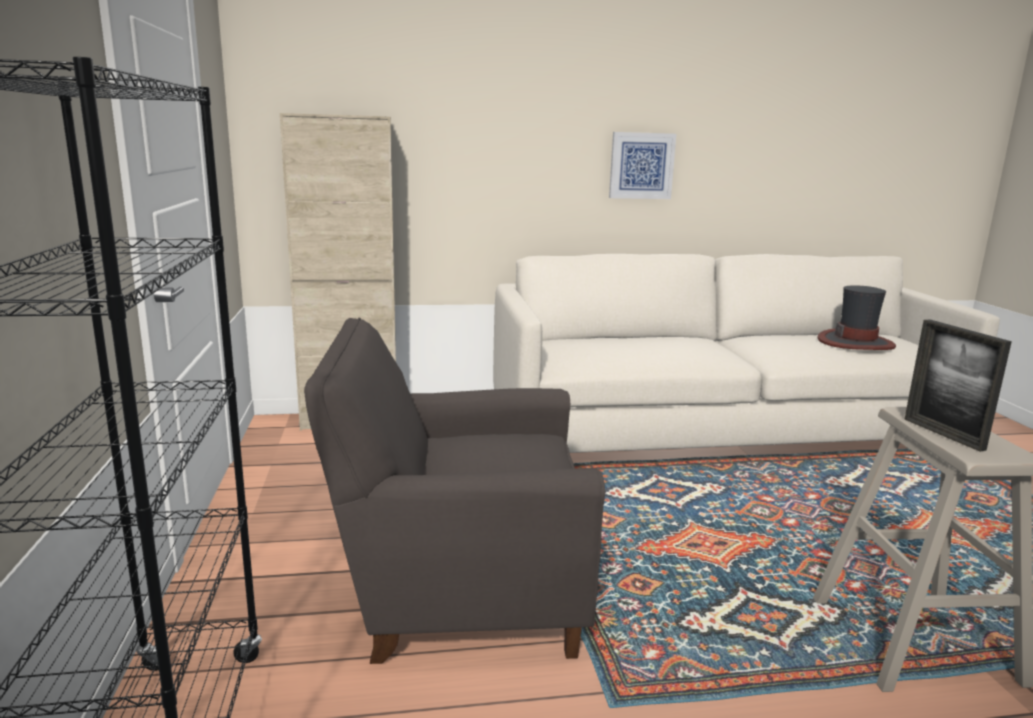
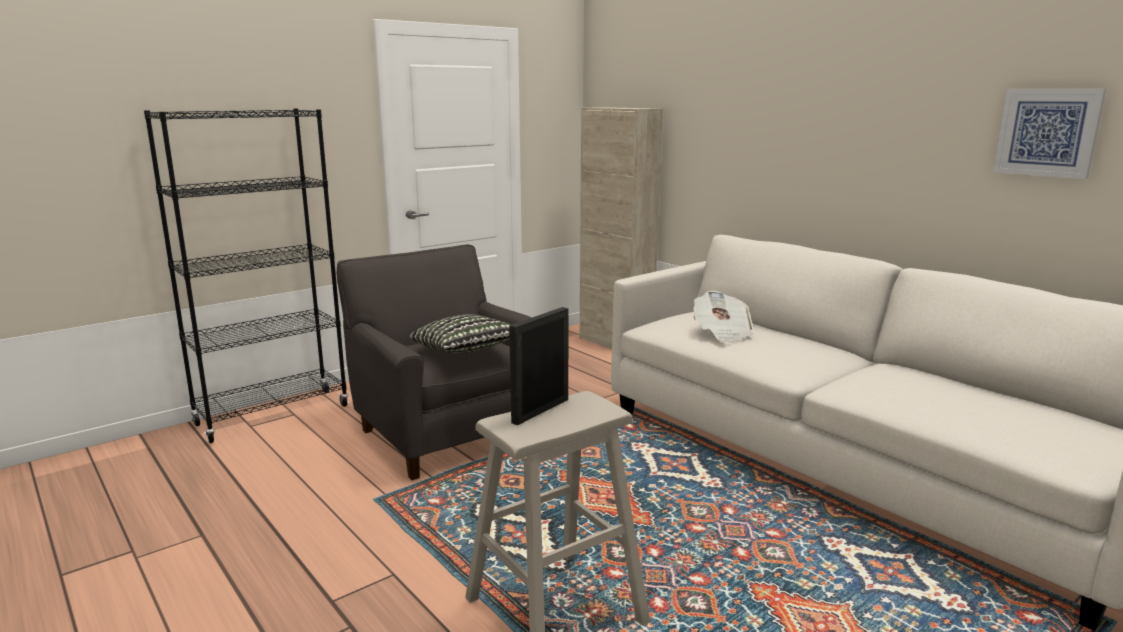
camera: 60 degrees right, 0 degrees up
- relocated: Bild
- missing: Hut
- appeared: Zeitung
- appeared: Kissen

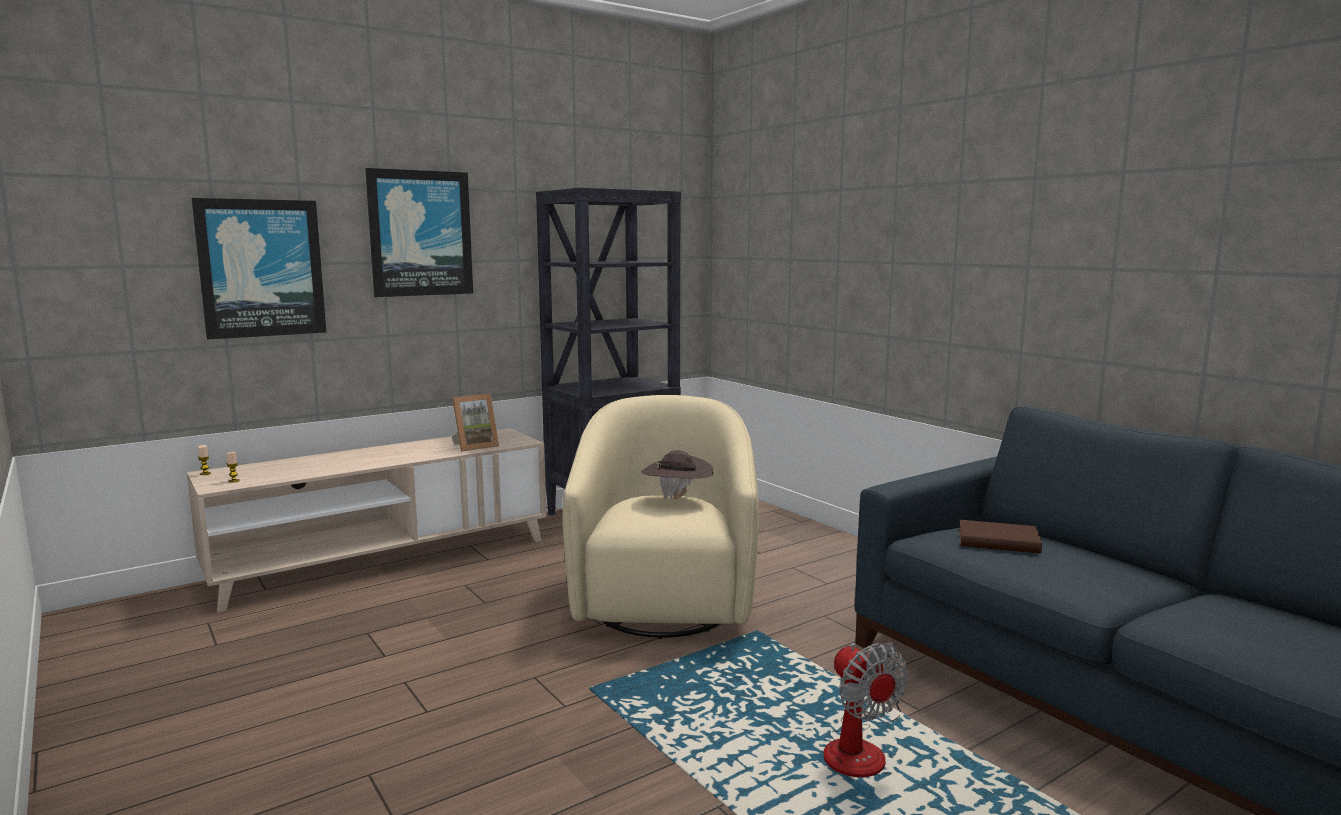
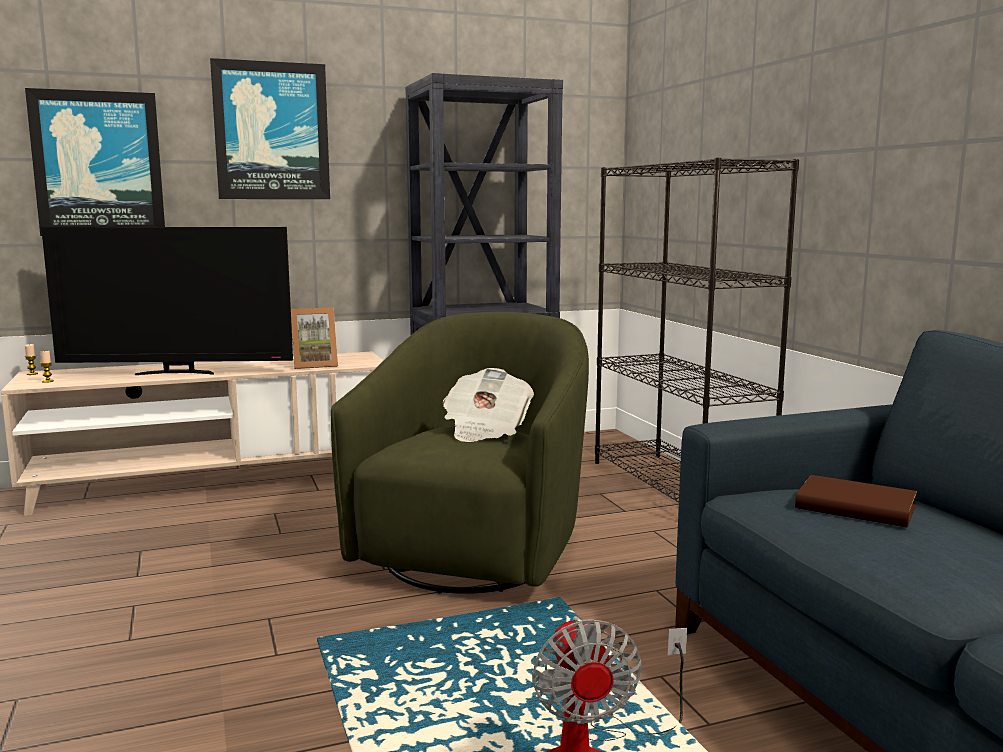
camera: 15 degrees right, 0 degrees up
- colour: Sessel [beige] to Sessel [grün]
- exchanged: Hut [braun] to Zeitung
- appeared: Bücherregal [schwarz] (no. 2 from left)
- appeared: Fernseher

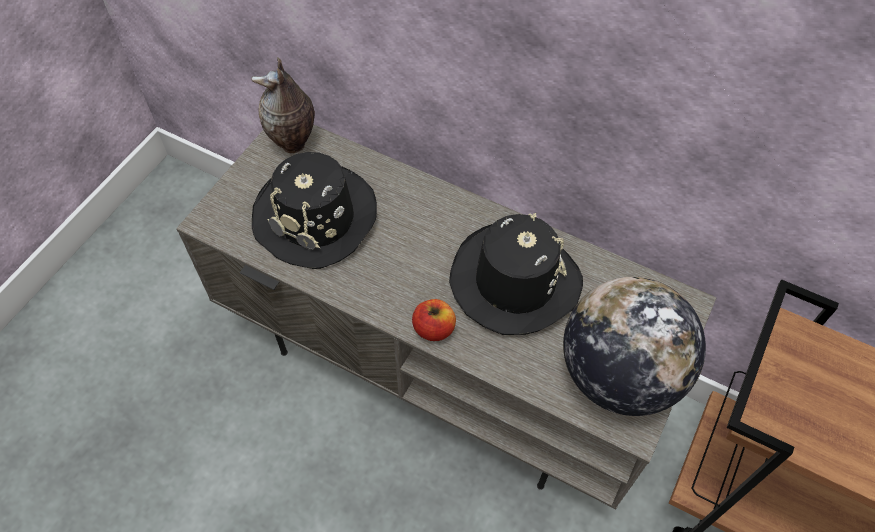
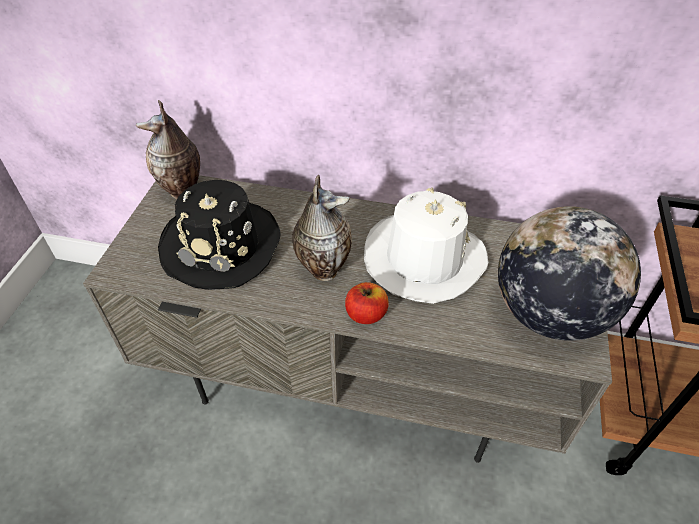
camera: 15 degrees left, 10 degrees down
- colour: Hut [schwarz] (no. 2 from left) to Hut [weiß]
- appeared: Vase (no. 2 from left)

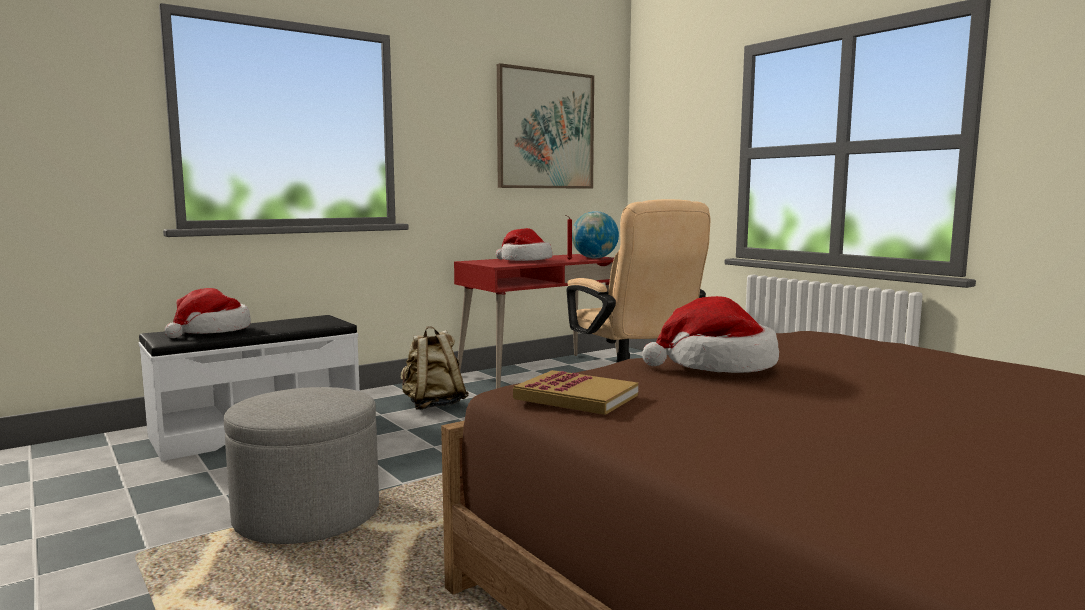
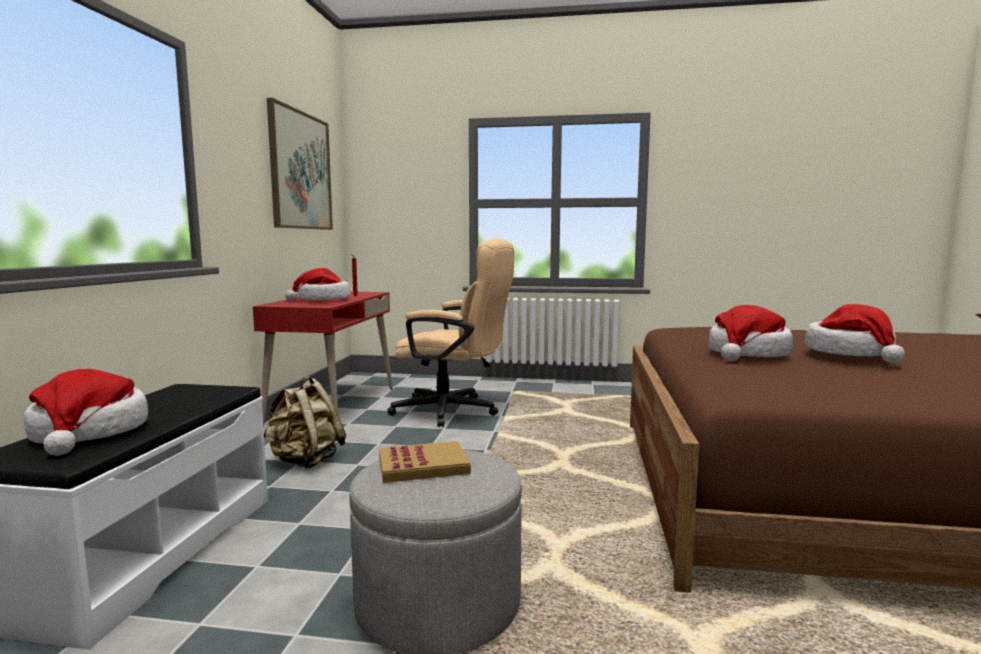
camera: 45 degrees left, 0 degrees up
- missing: Globus
- relocated: Buch
- appeared: Hut (no. 4 from left)

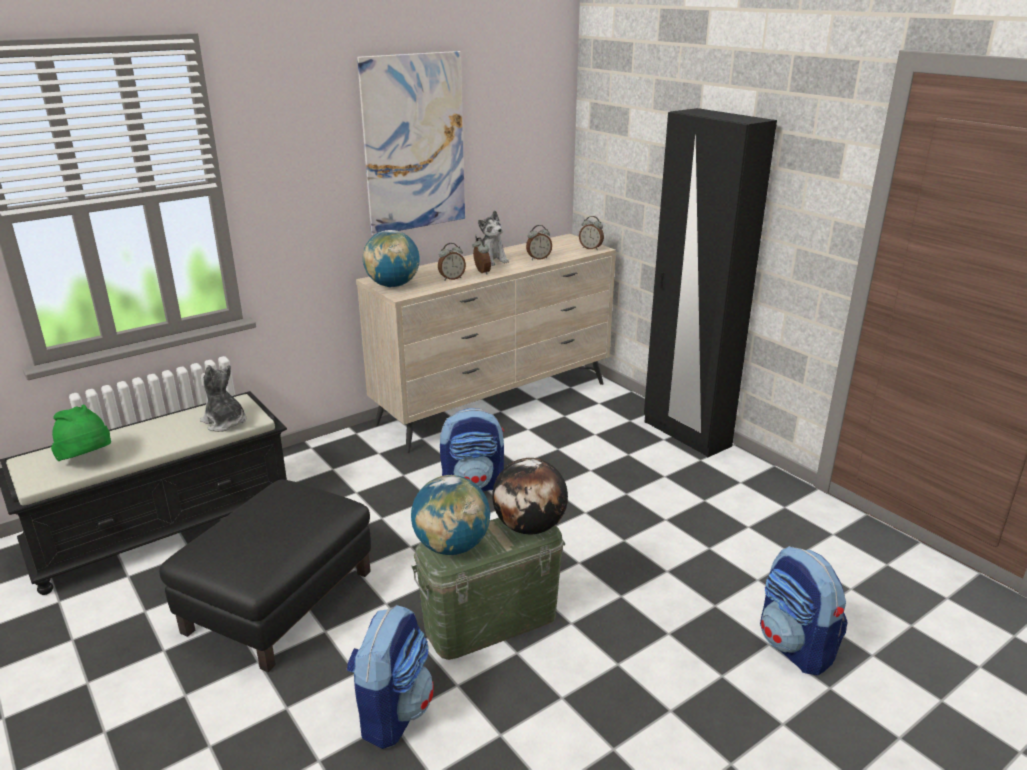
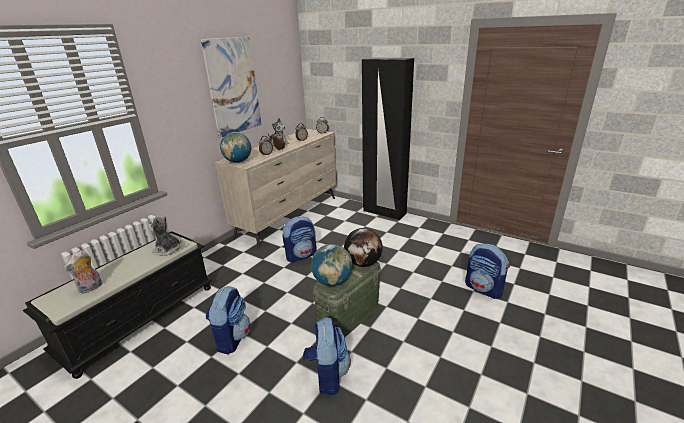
camera: 20 degrees left, 0 degrees up
- exchanged: Hut [grün] to Plüschtier (no. 1 from left)
- exchanged: Polsterhocker [schwarz] to Rucksack (no. 1 from left)

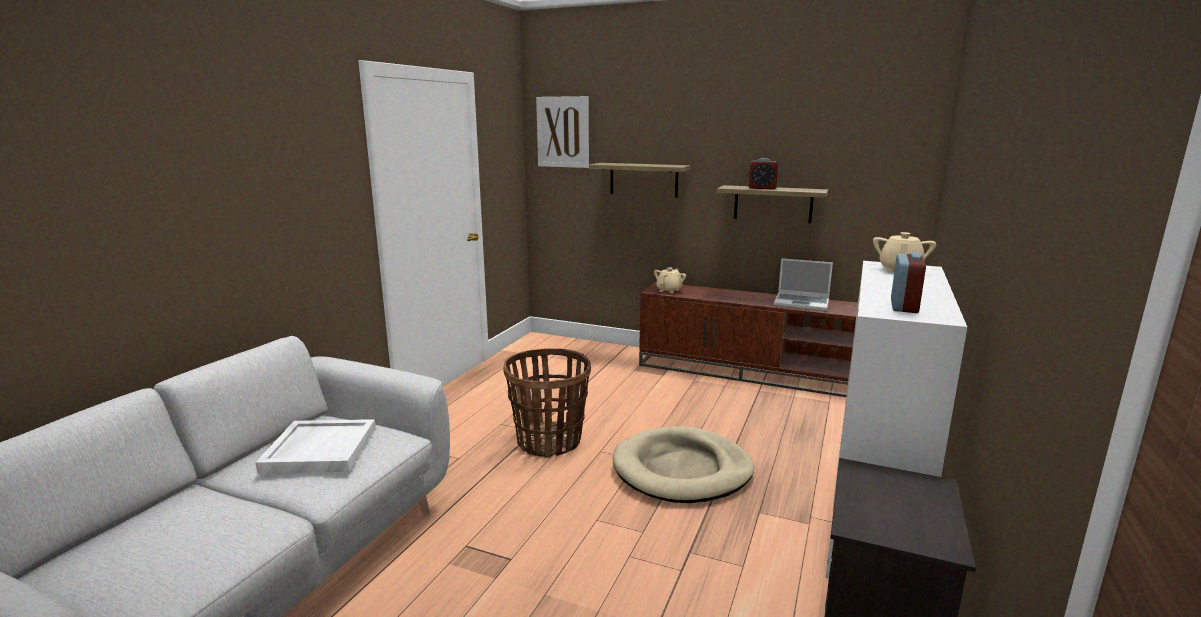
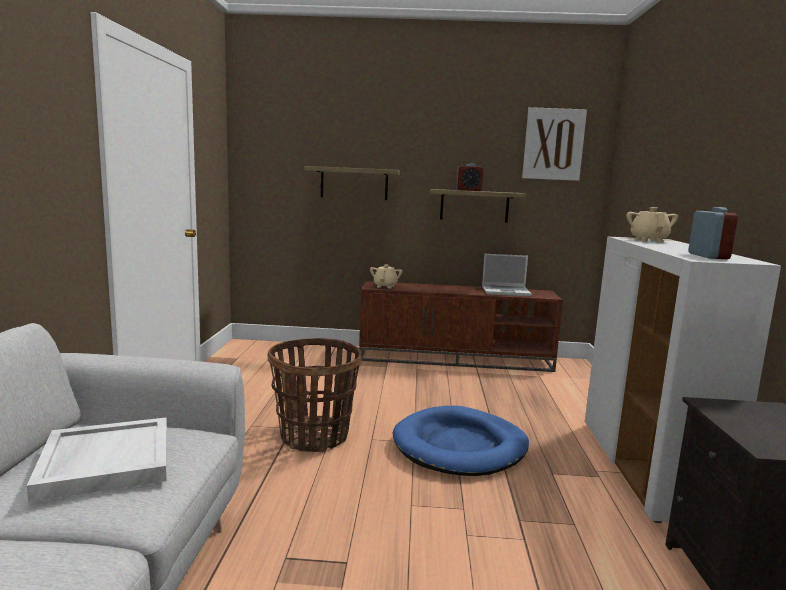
camera: 20 degrees left, 5 degrees down
- relocated: Bild
- colour: Hundebett [beige] to Hundebett [blau]

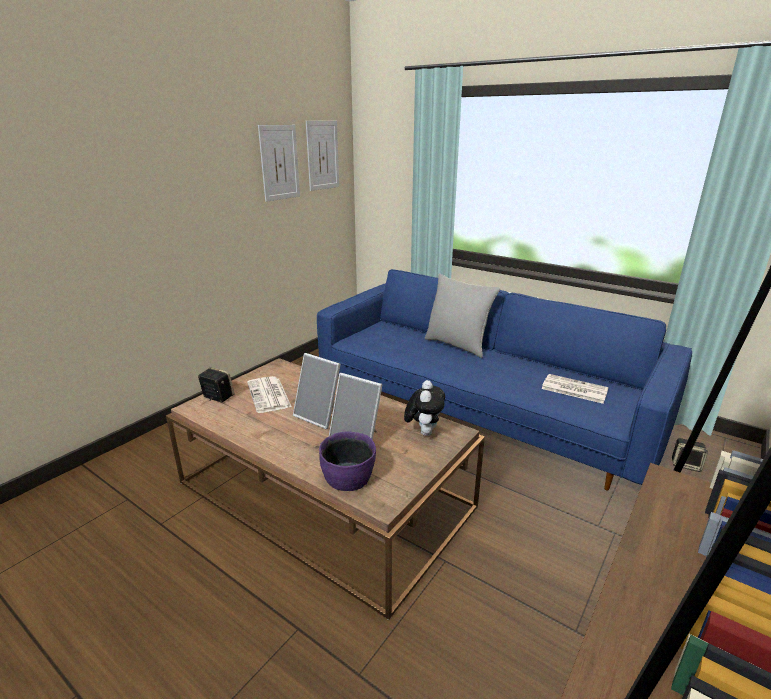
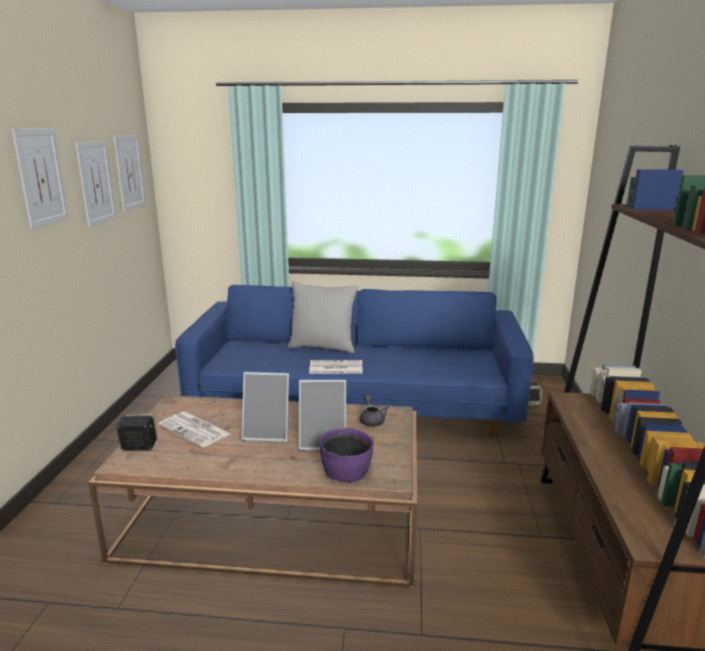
camera: 30 degrees left, 5 degrees down
- relocated: Zeitung (no. 2 from left)
- exchanged: Plüschtier to Teekanne [grau]
- appeared: Bild (no. 1 from left)

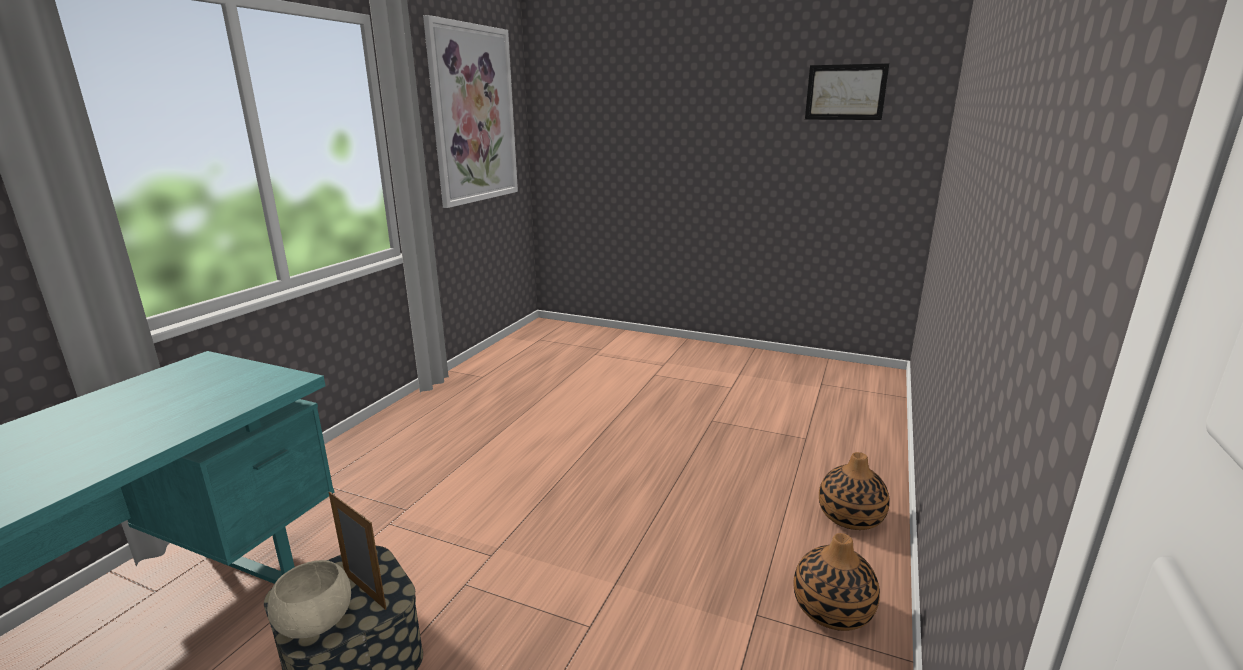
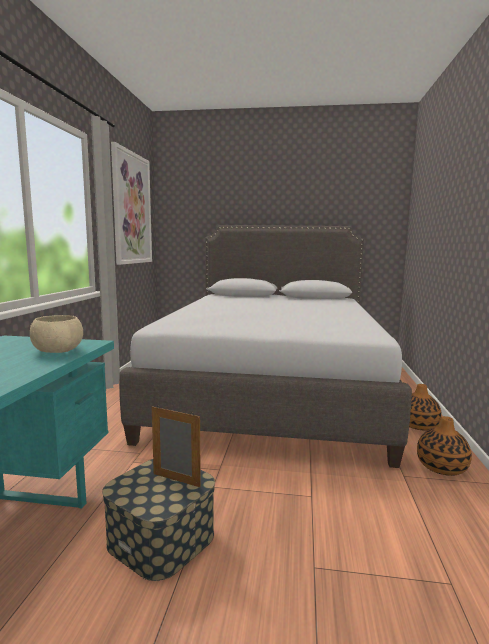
camera: 15 degrees left, 10 degrees down
- missing: Bild (no. 2 from left)
- relocated: Schüssel [beige]
- appeared: Bett [grau]

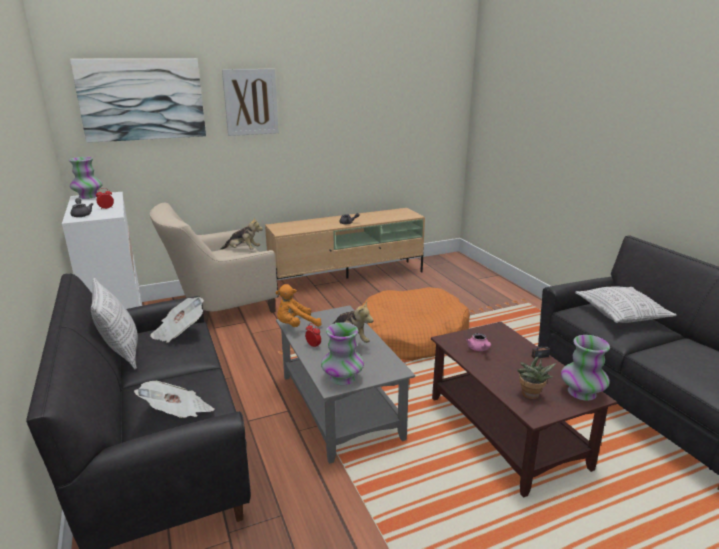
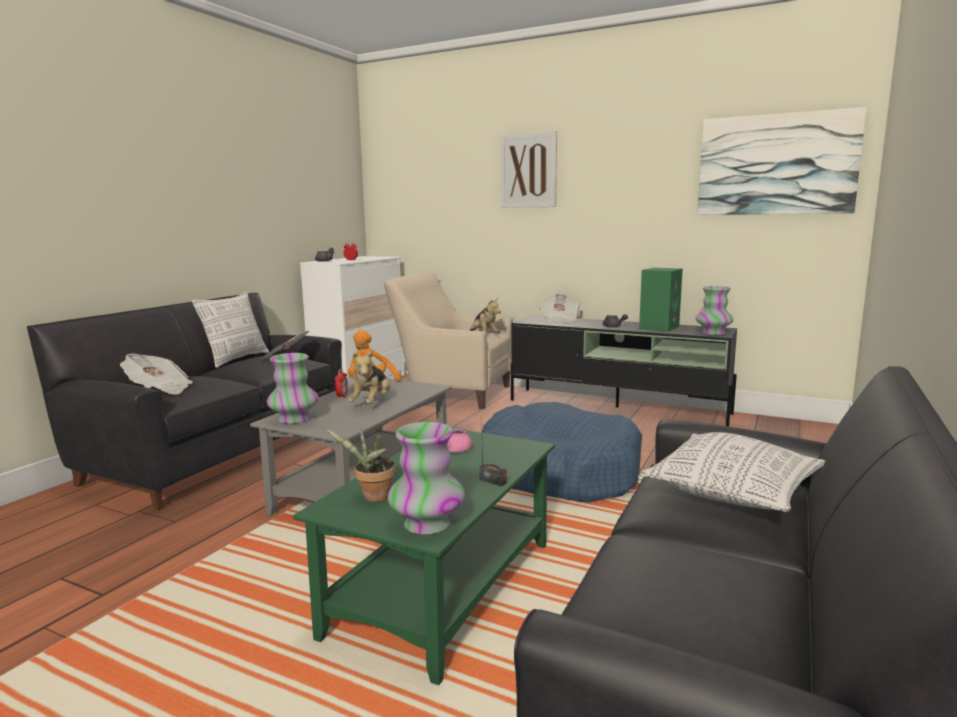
camera: 50 degrees right, 10 degrees down
- relocated: Bild (no. 1 from left in the first image) to Bild (no. 2 from left)
- relocated: Vase (no. 1 from left in the first image) to Vase (no. 3 from left)
- colour: Fernsehschrank [beige] to Fernsehschrank [schwarz]
- colour: Hundebett [orange] to Hundebett [blau]
- colour: Couchtisch [braun] to Couchtisch [grün]
- appeared: Lautsprecher [grün]
- appeared: Zeitung (no. 3 from left)

